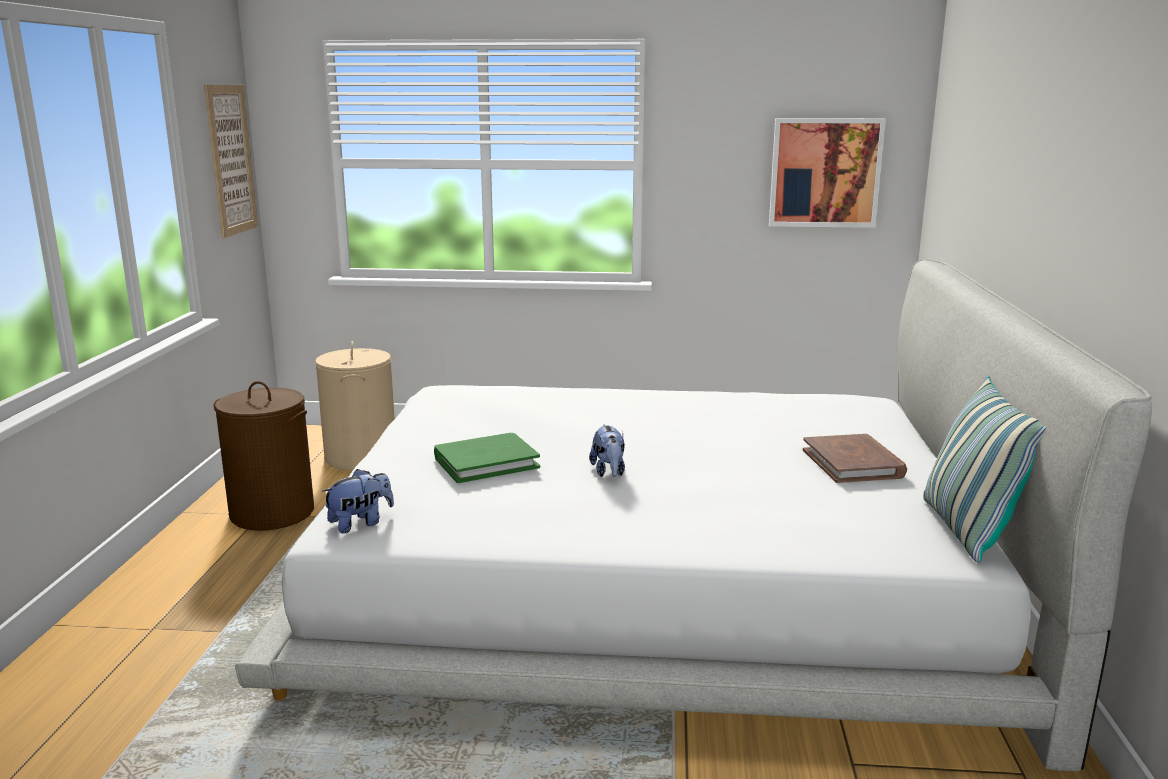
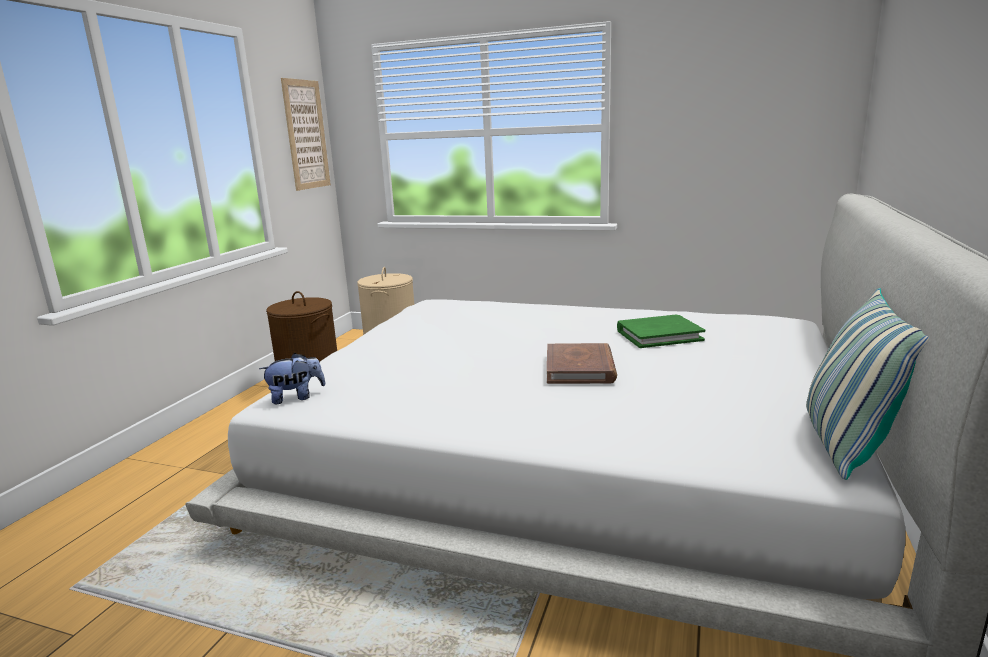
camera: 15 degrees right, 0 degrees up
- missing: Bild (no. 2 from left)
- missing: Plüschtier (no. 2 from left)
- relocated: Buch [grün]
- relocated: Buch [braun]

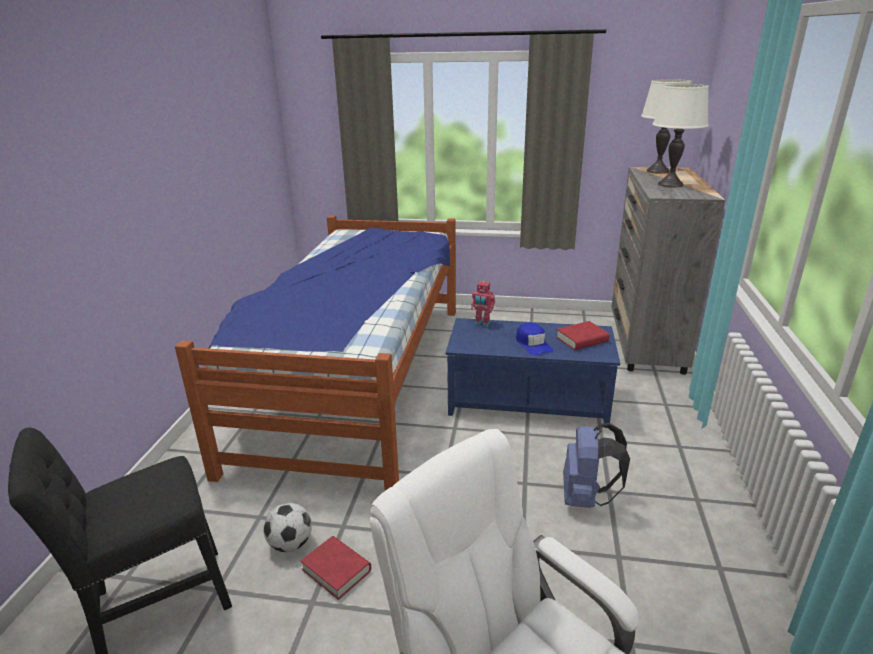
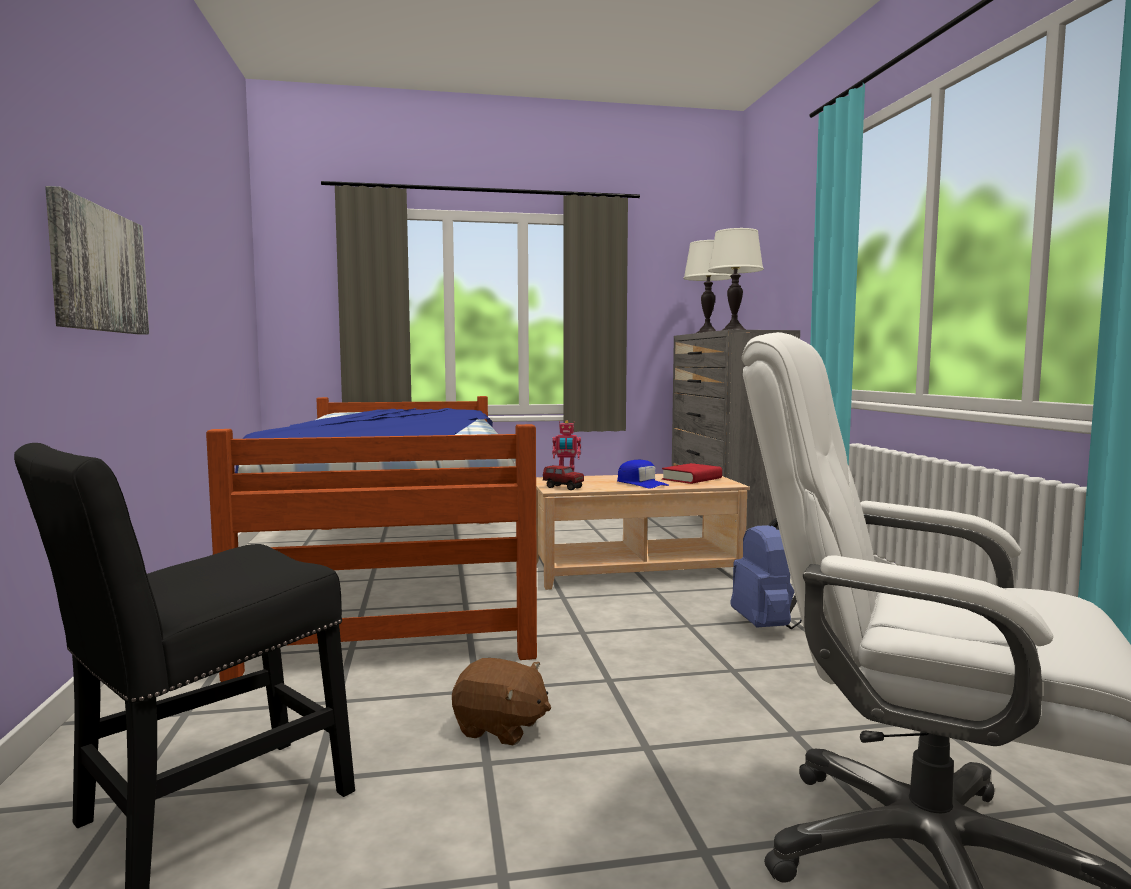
camera: 20 degrees left, 20 degrees down
- colour: Couchtisch [blau] to Couchtisch [beige]
- missing: Fußball
- exchanged: Buch [rot] (no. 1 from left) to Plüschtier [braun]
- appeared: Bild
- appeared: Spielzeuglaster

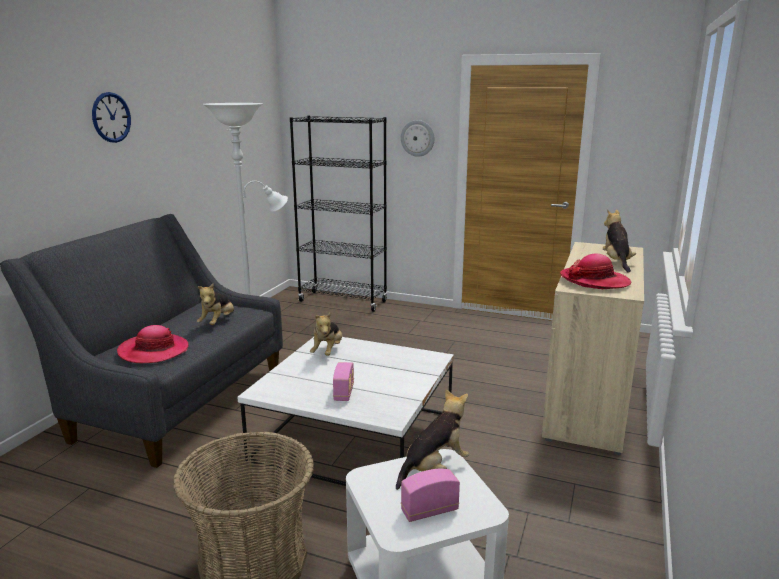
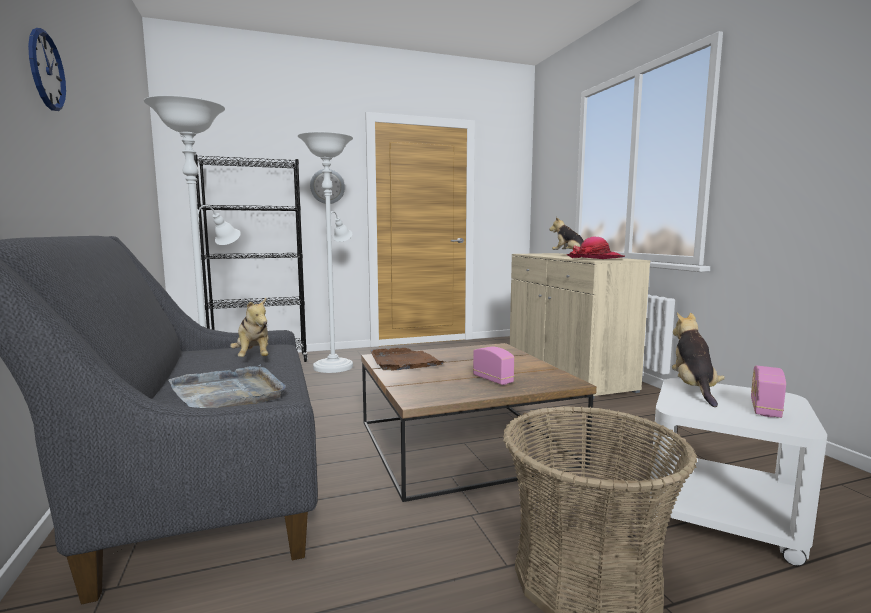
camera: 40 degrees left, 10 degrees down
- exchanged: Plüschtier (no. 2 from left) to Tablett [braun]
- exchanged: Hut (no. 1 from left) to Tablett [grau]
- colour: Couchtisch [weiß] to Couchtisch [braun]
- appeared: Stehlampe [weiß] (no. 2 from left)

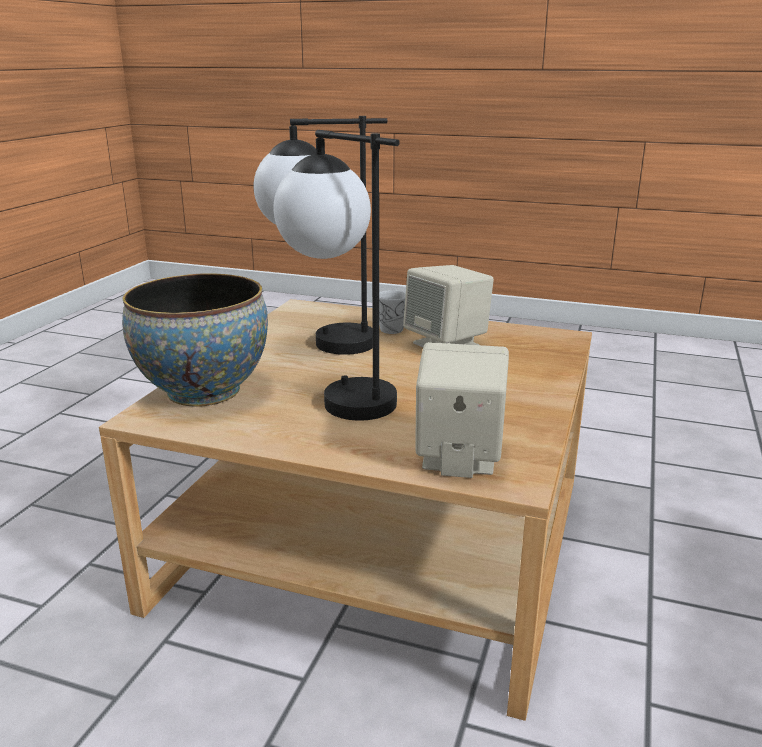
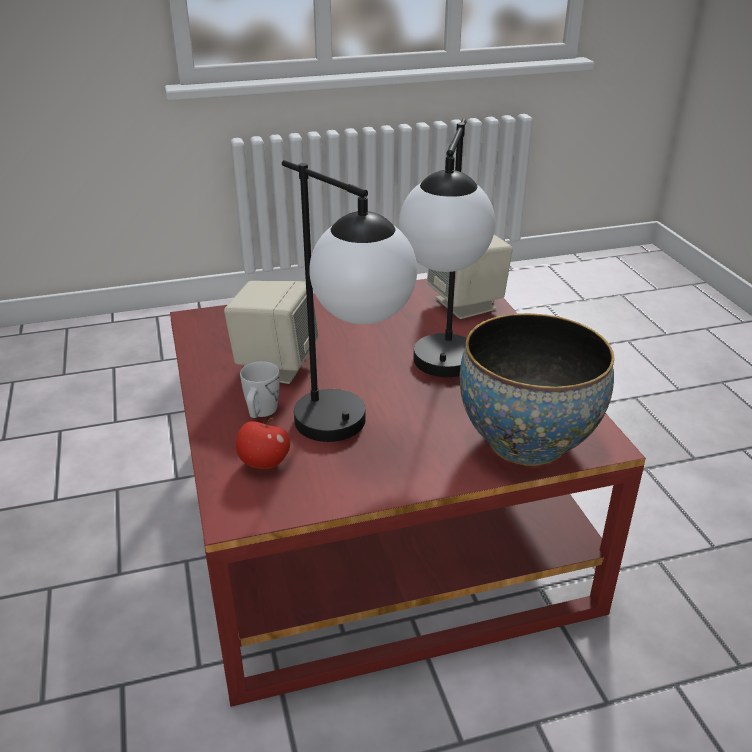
camera: 125 degrees left, 10 degrees up
- colour: Couchtisch [beige] to Couchtisch [rot]
- appeared: Apfel

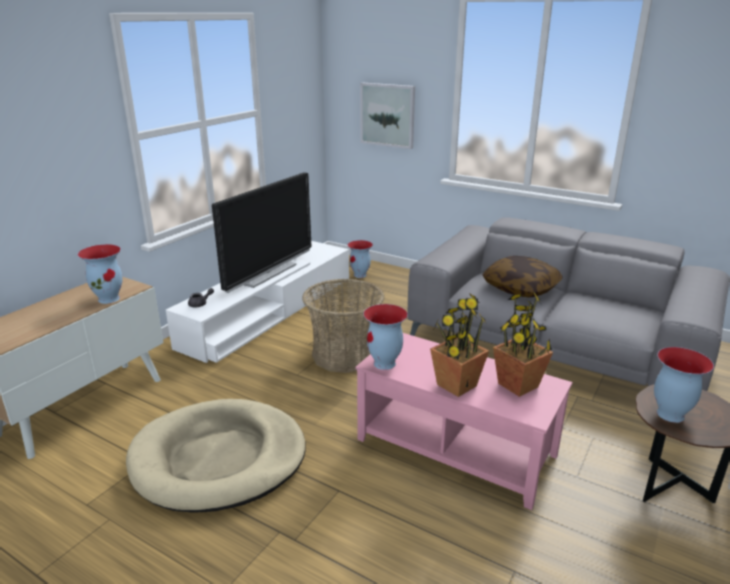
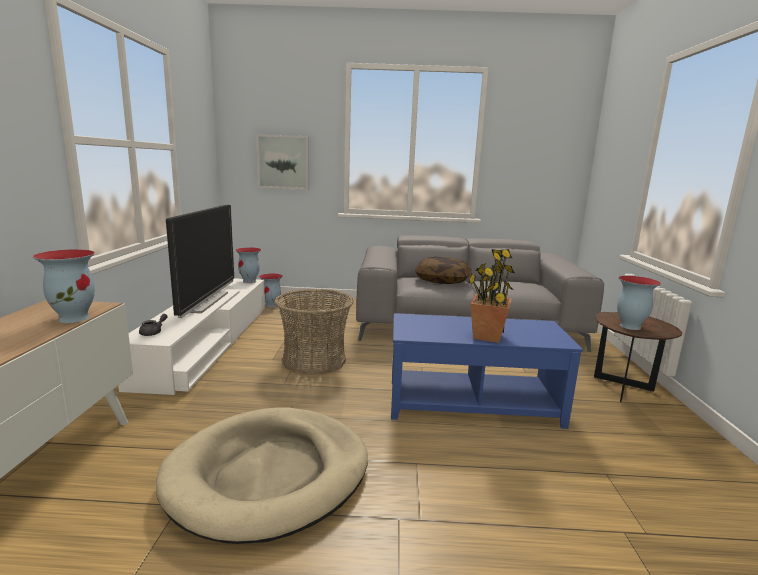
camera: 30 degrees left, 10 degrees down
- missing: Topfpflanze (no. 2 from left)
- relocated: Vase (no. 3 from left in the first image) to Vase (no. 2 from left)
- colour: Couchtisch [rosa] to Couchtisch [blau]

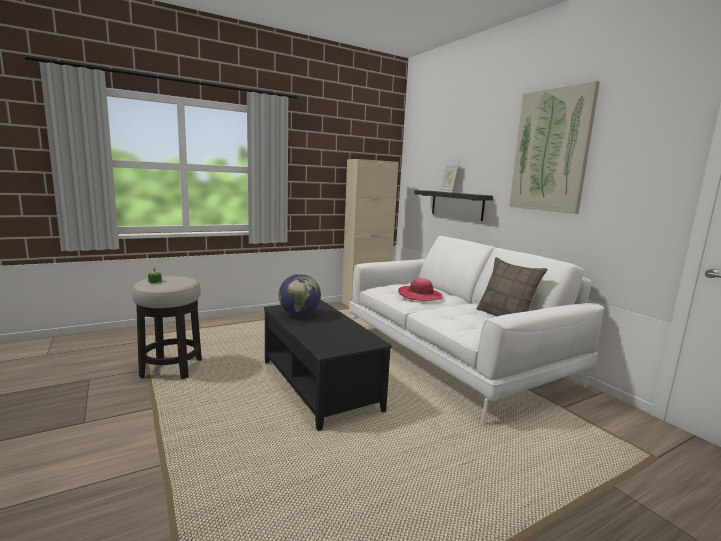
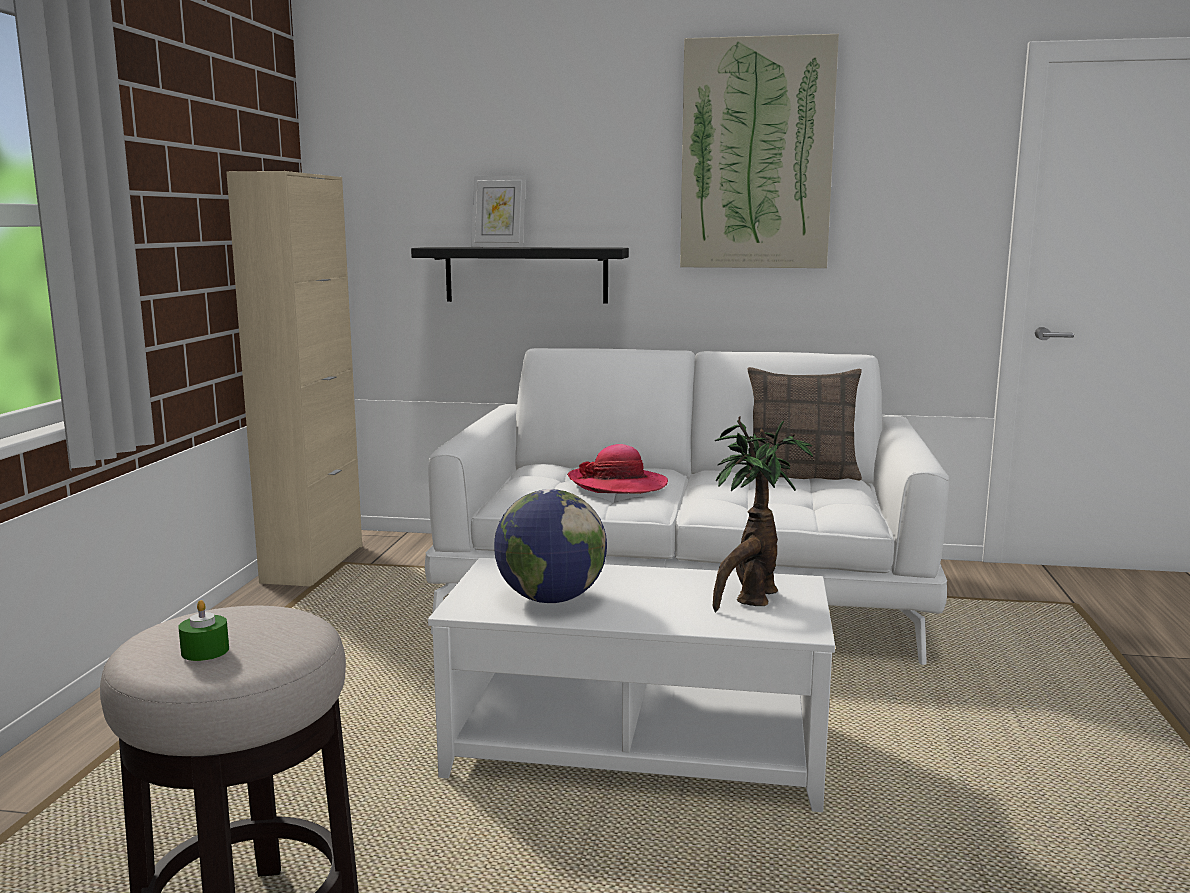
camera: 50 degrees left, 0 degrees up
- colour: Couchtisch [schwarz] to Couchtisch [weiß]
- appeared: Topfpflanze

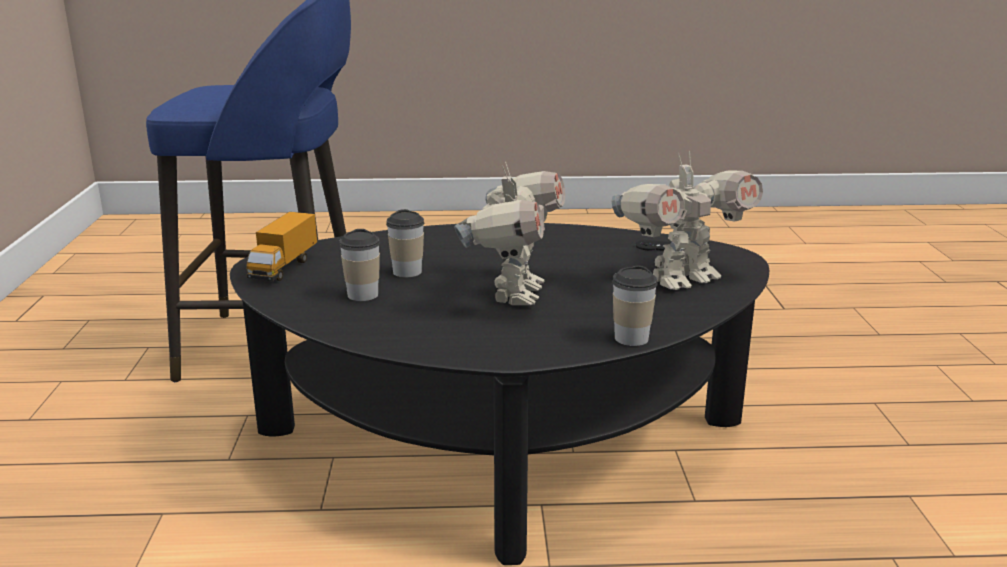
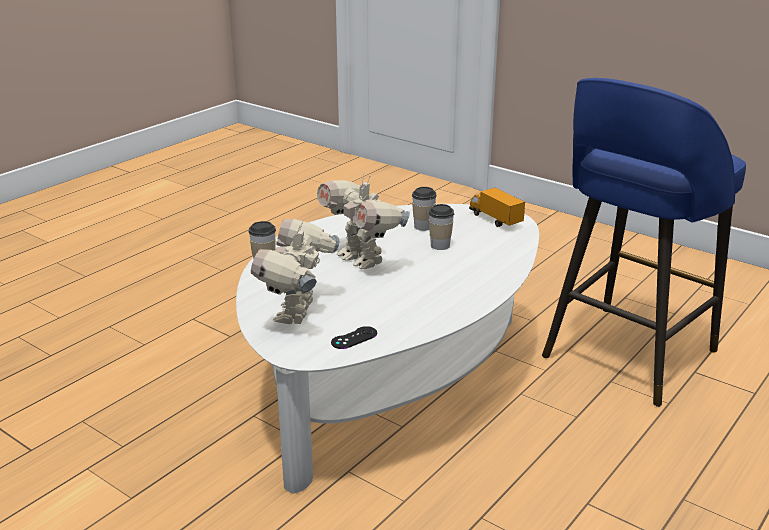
camera: 130 degrees right, 5 degrees up
- colour: Couchtisch [schwarz] to Couchtisch [weiß]

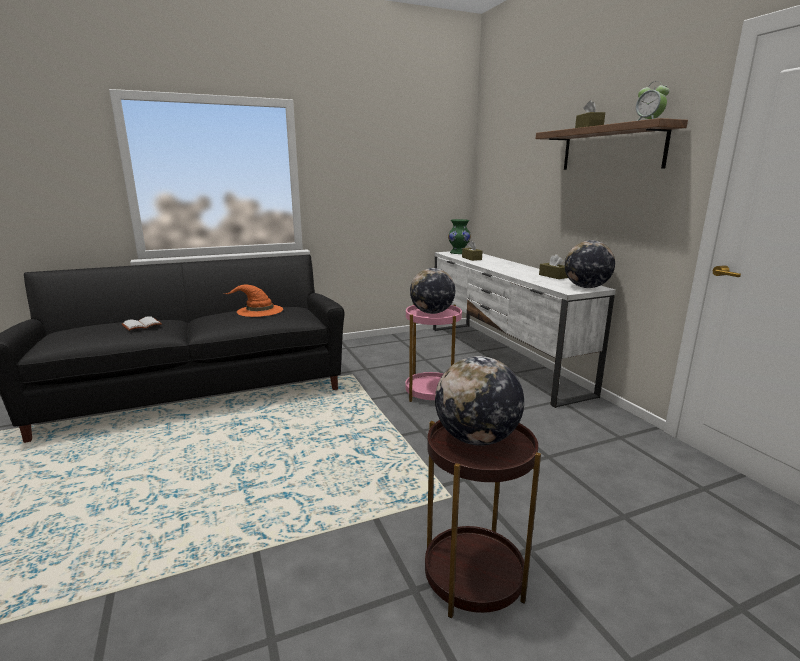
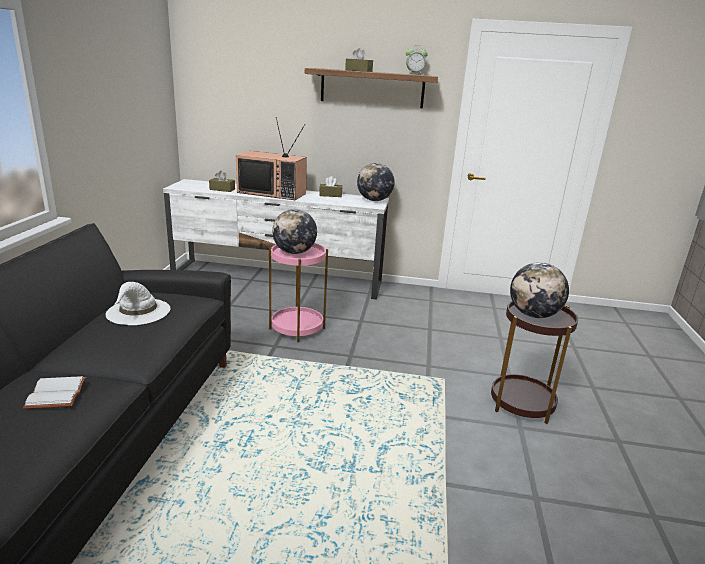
camera: 60 degrees left, 5 degrees up
- missing: Vase [grün]
- colour: Hut [orange] to Hut [weiß]
- appeared: Fernseher

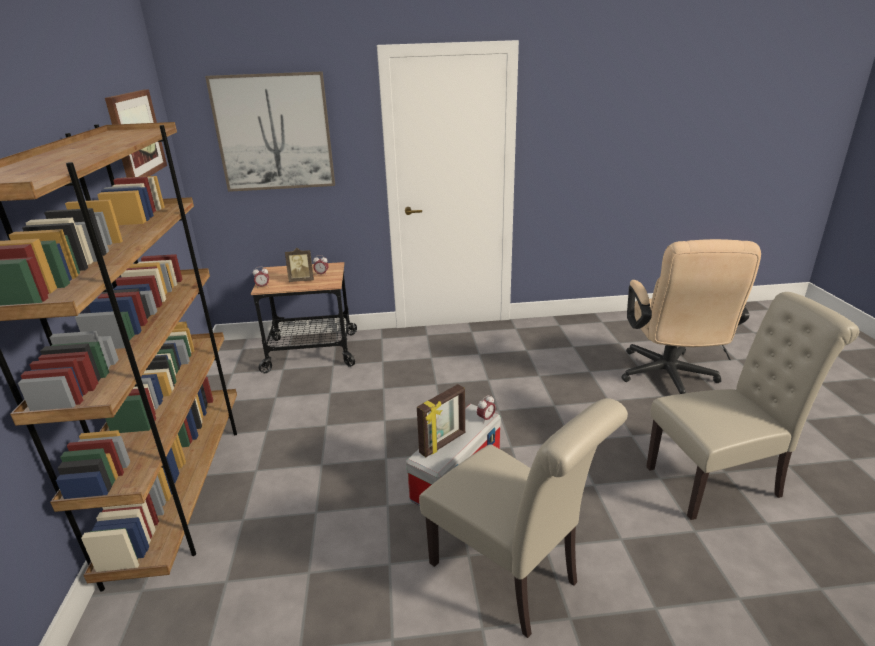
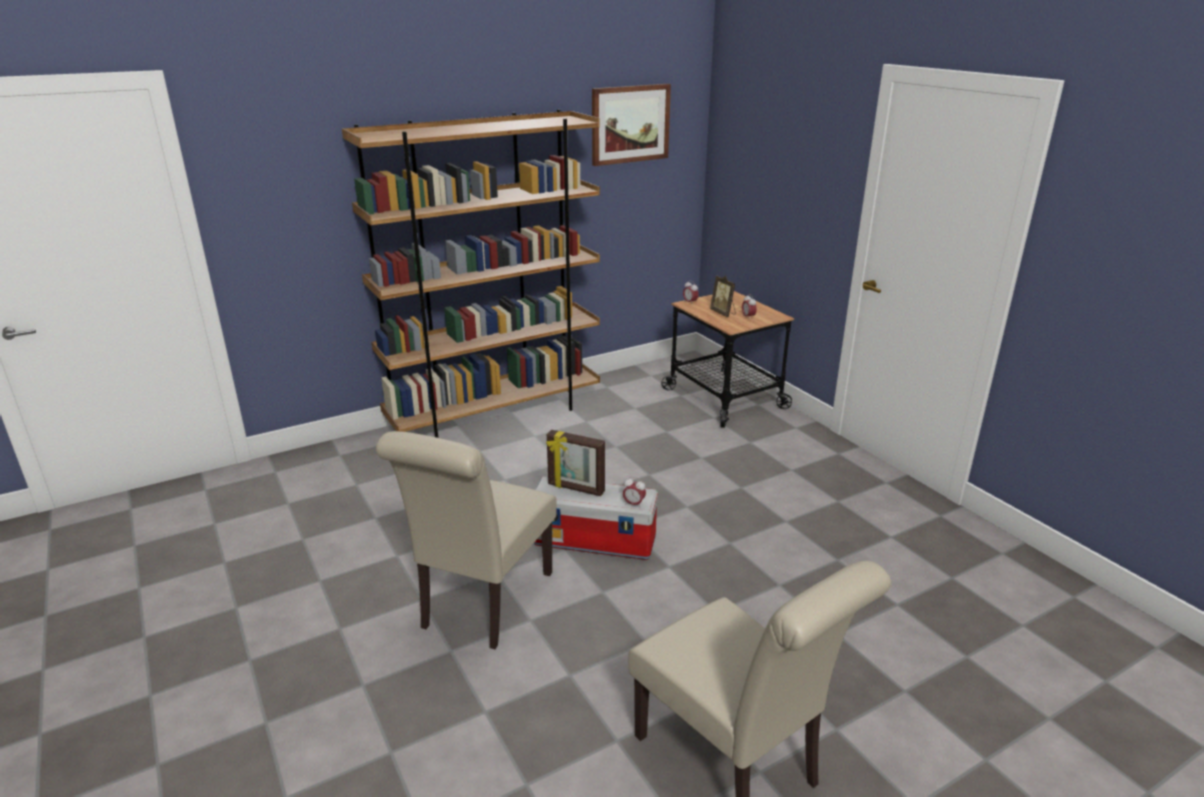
camera: 65 degrees right, 0 degrees up
- missing: Bild (no. 2 from left)
- missing: Bürostuhl [beige]

